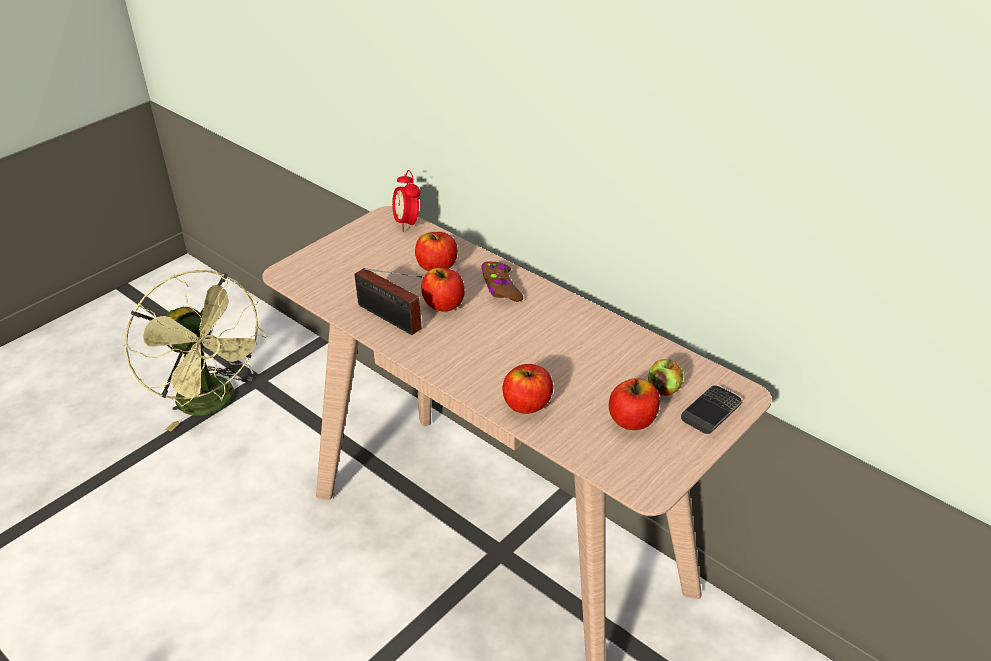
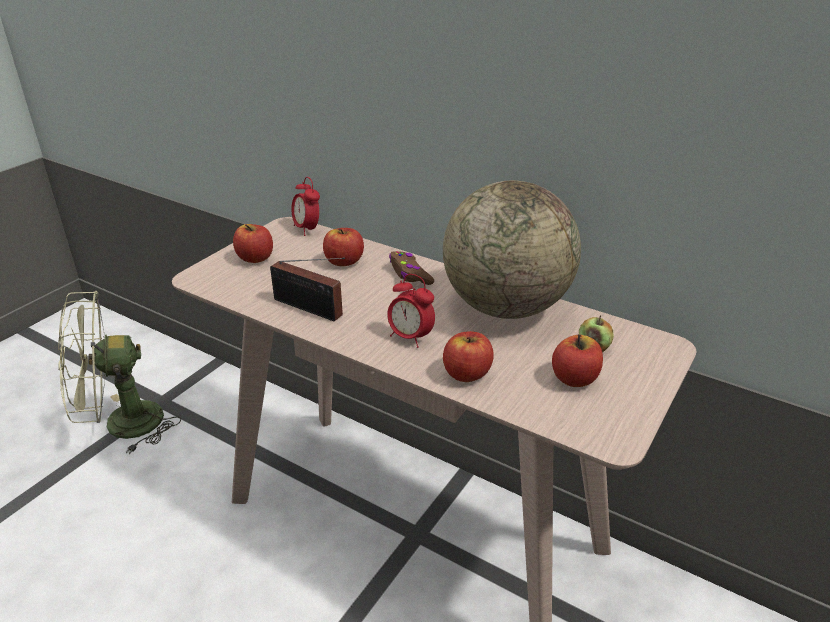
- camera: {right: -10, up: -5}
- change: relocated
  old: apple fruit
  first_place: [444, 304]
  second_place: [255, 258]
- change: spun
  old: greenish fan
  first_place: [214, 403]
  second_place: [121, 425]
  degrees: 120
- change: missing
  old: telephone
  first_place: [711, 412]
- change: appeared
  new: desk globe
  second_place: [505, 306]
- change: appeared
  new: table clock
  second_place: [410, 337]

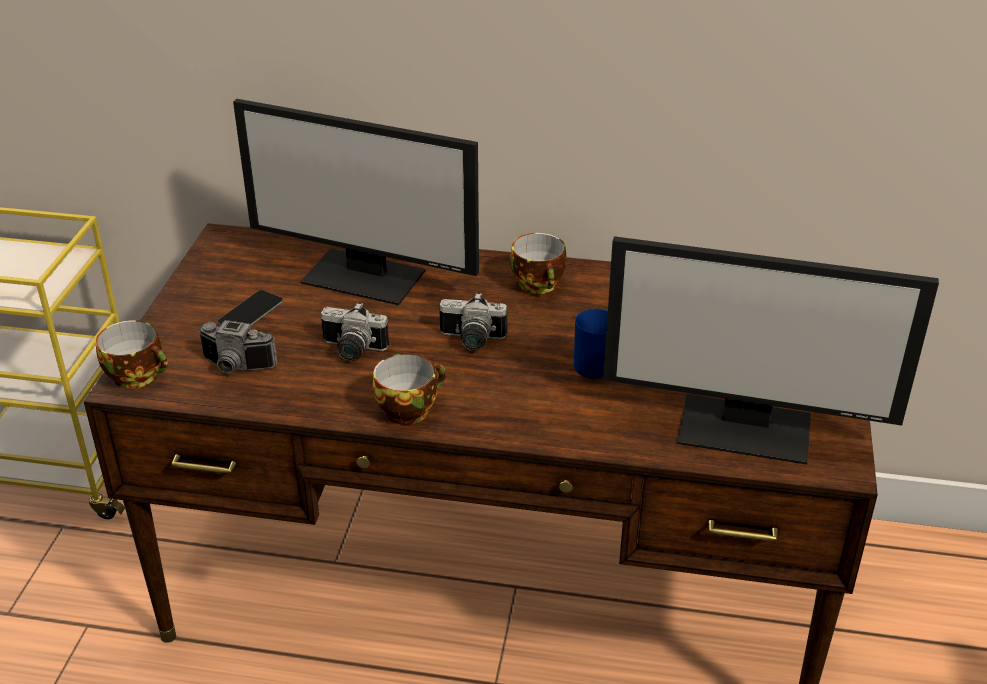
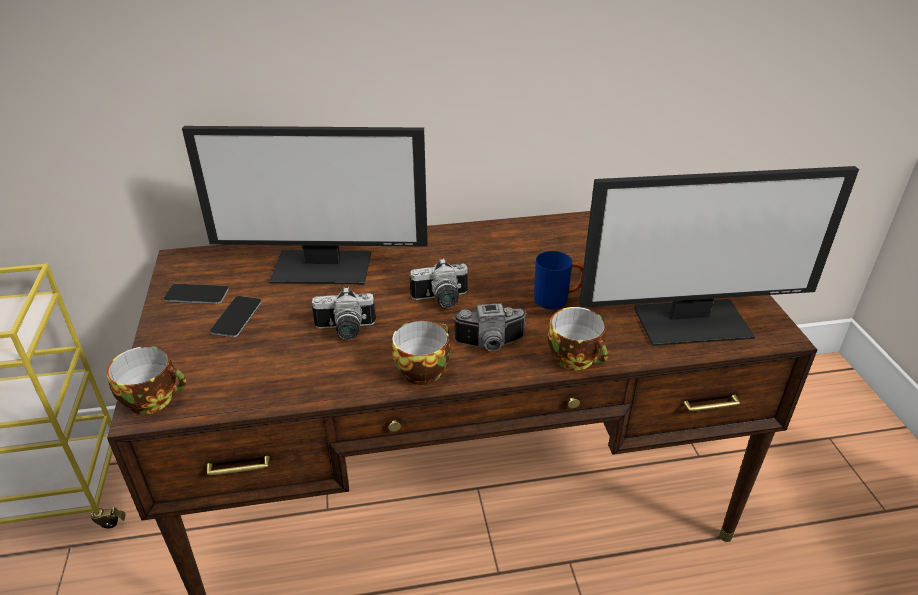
- camera: {right: -20, up: 0}
- change: relocated
  old: drinking cup
  first_place: [540, 285]
  second_place: [577, 358]
- change: relocated
  old: still camera
  first_place: [235, 367]
  second_place: [490, 345]
- change: appeared
  new: telephone
  second_place: [196, 294]

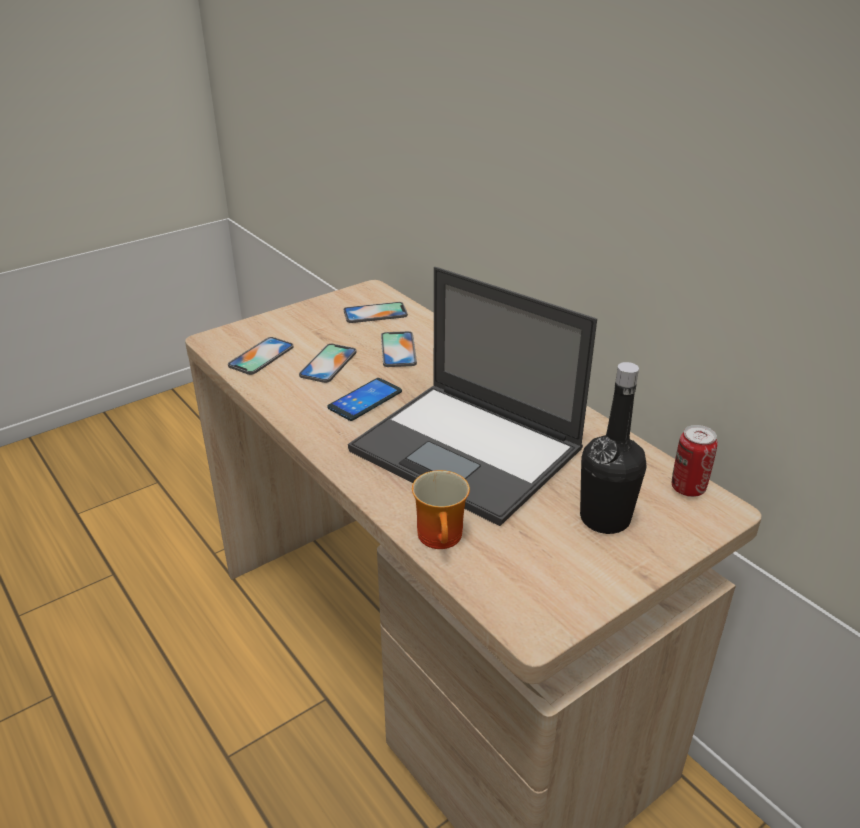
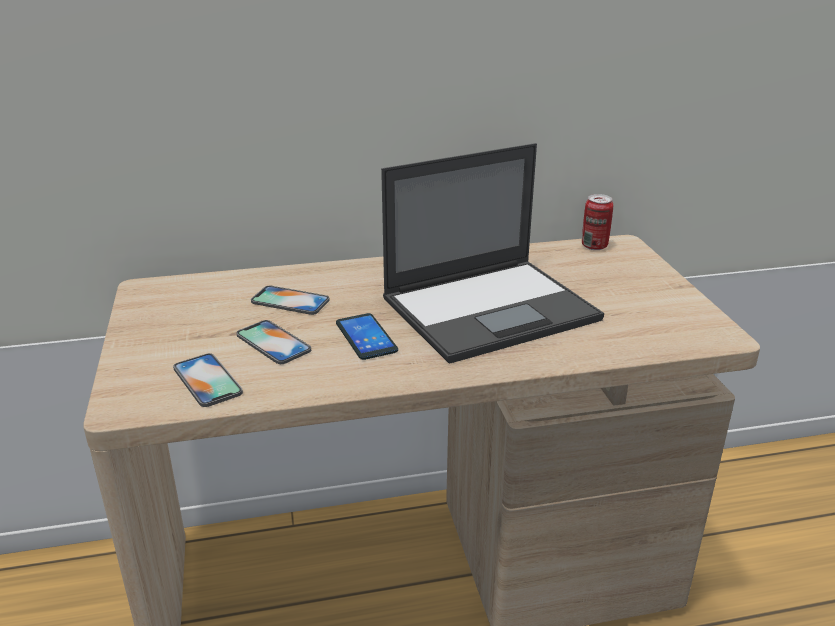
- camera: {right: -65, up: -5}
- change: missing
  old: telephone
  first_place: [375, 313]
- change: missing
  old: black bottle
  first_place: [605, 518]
- change: missing
  old: tea mug
  first_place: [444, 538]

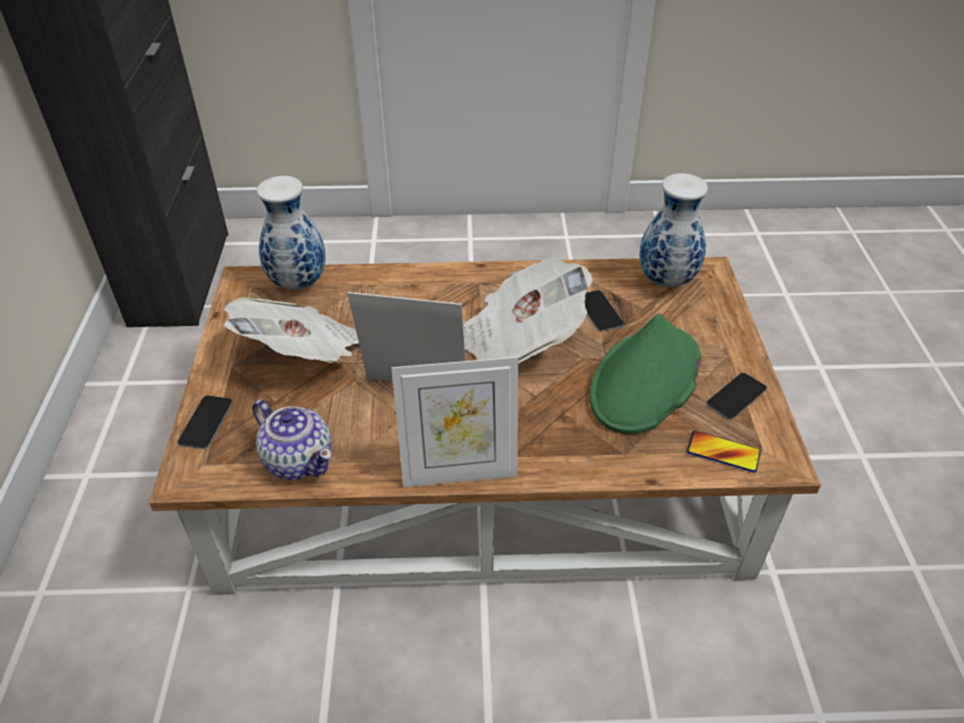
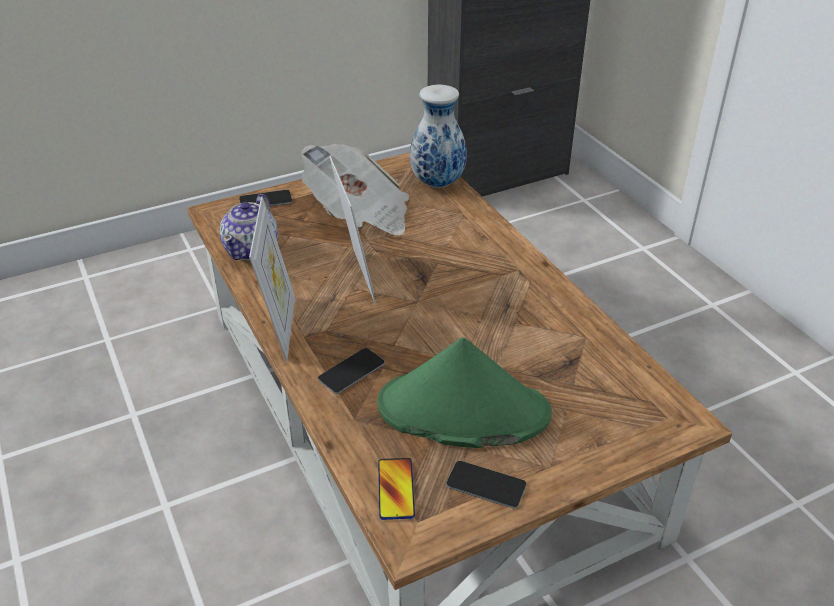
- camera: {right: 65, up: -5}
- change: missing
  old: vase
  first_place: [665, 280]
- change: missing
  old: newspaper
  first_place: [520, 339]
- change: relocated
  old: telephone
  first_place: [599, 311]
  second_place: [351, 371]
- change: spun
  old: photo frame
  first_place: [459, 472]
  second_place: [280, 328]
  degrees: -150

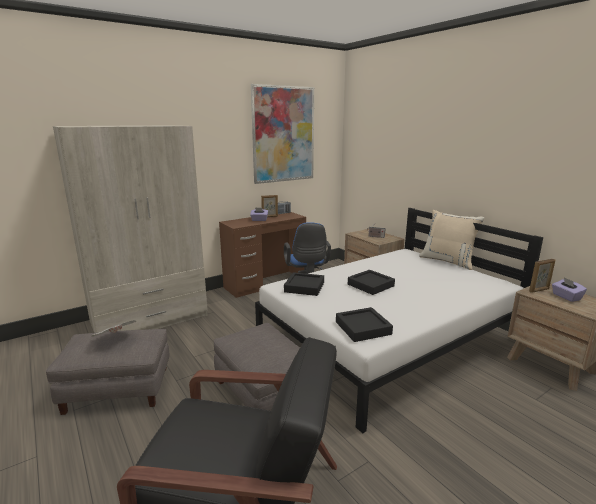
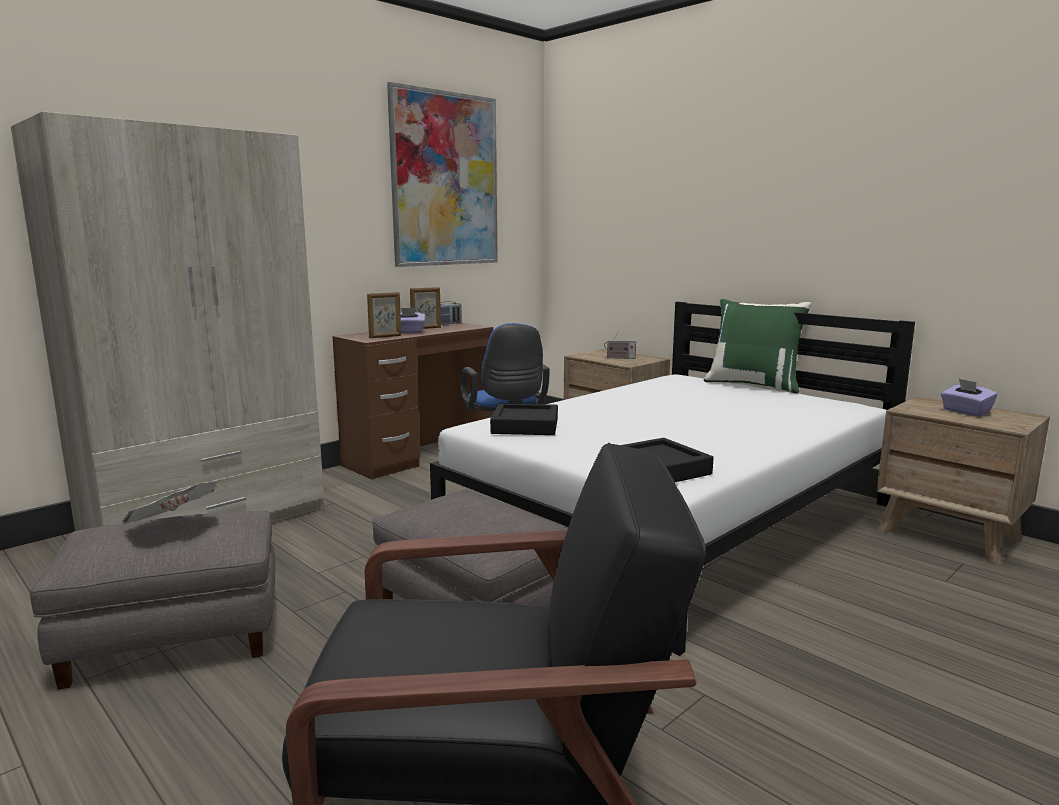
- camera: {right: -10, up: -5}
- change: colour
  old: sand-coloured throw pillow
  new: greenish throw pillow
  first_place: [448, 261]
  second_place: [754, 385]
- change: relocated
  old: photo frame
  first_place: [539, 290]
  second_place: [385, 336]
- change: missing
  old: black tray
  first_place: [370, 285]

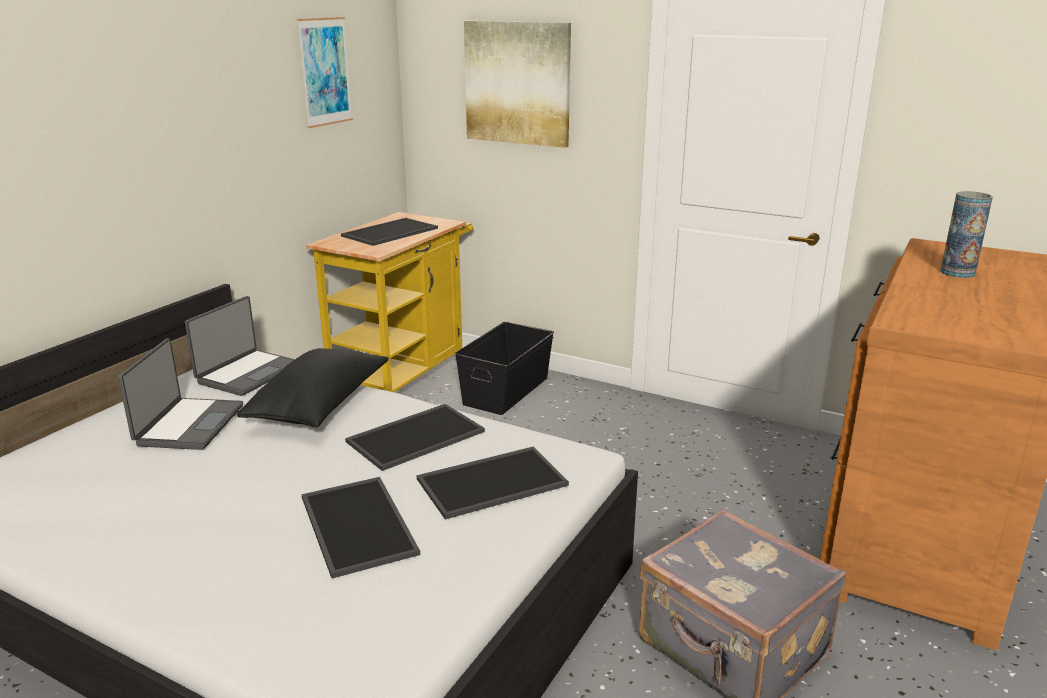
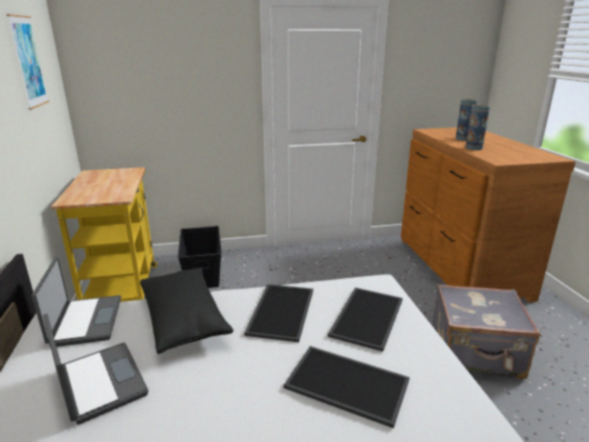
- camera: {right: -40, up: 0}
- change: missing
  old: wall picture
  first_place: [518, 83]
- change: missing
  old: tray
  first_place: [390, 232]
- change: appeared
  new: vase
  second_place: [474, 148]

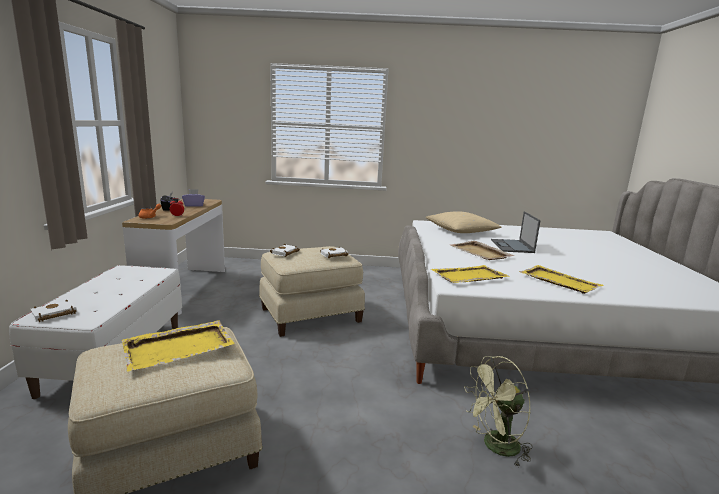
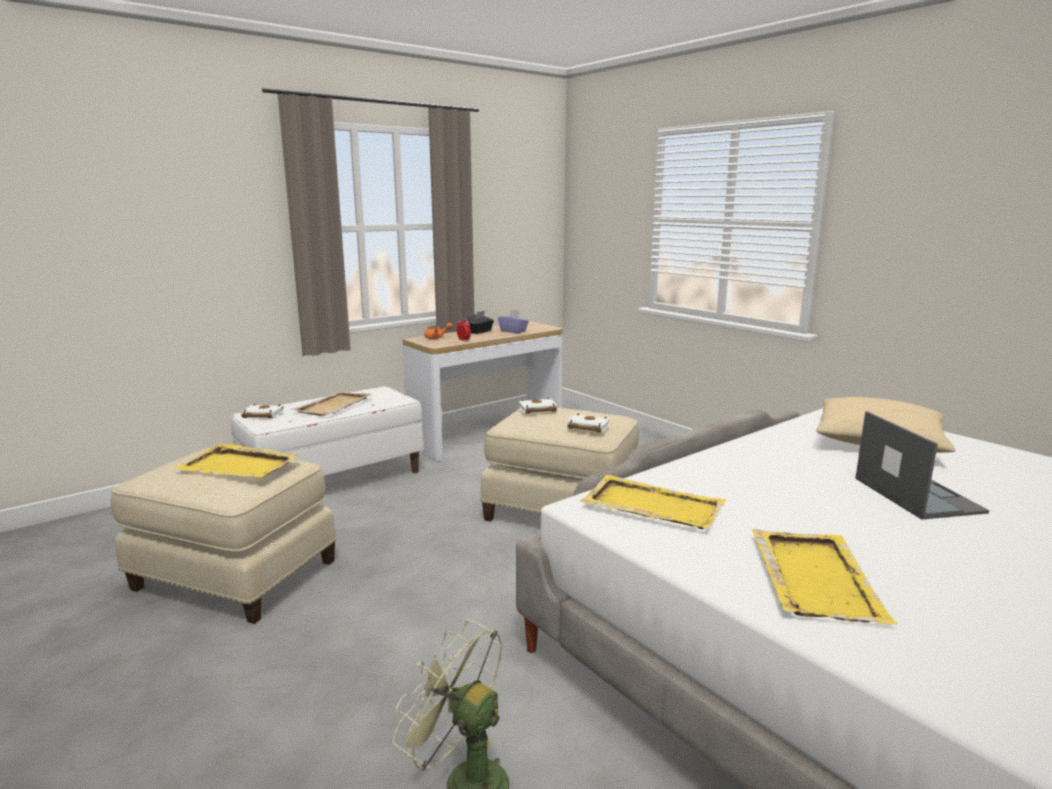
- camera: {right: 50, up: 0}
- change: spun
  old: notebook computer
  first_place: [512, 246]
  second_place: [916, 494]
  degrees: 120
- change: relocated
  old: sand-coloured tray
  first_place: [480, 252]
  second_place: [332, 406]

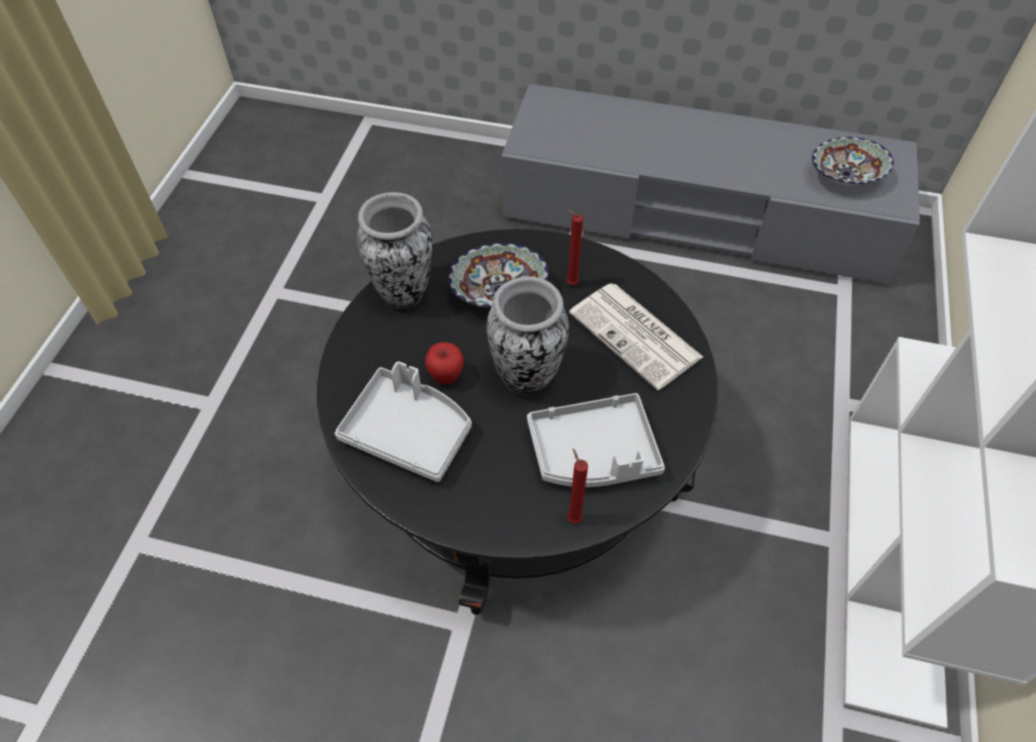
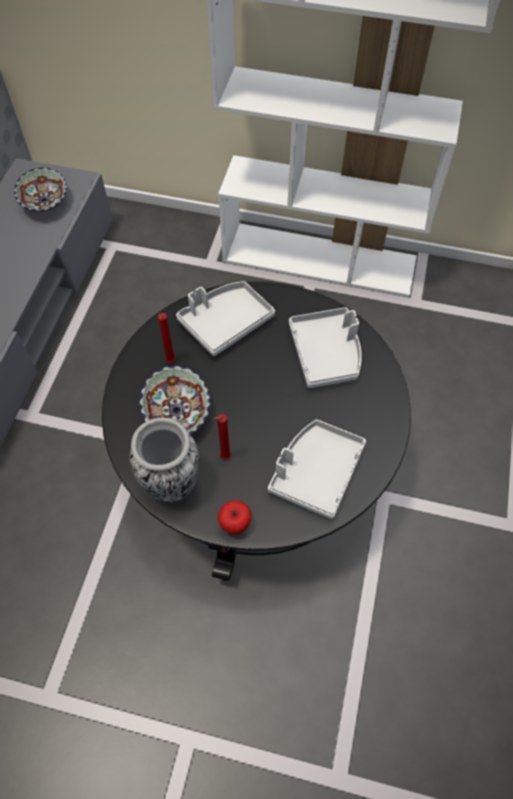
- camera: {right: -90, up: 5}
- change: missing
  old: vase
  first_place: [527, 378]
- change: exchanged
  old: newspaper
  new: grey tray
  first_place: [637, 336]
  second_place: [225, 322]
- change: relocated
  old: apple fruit
  first_place: [446, 376]
  second_place: [235, 524]
- change: relocated
  old: reddish wax light
  first_place: [573, 517]
  second_place: [223, 457]

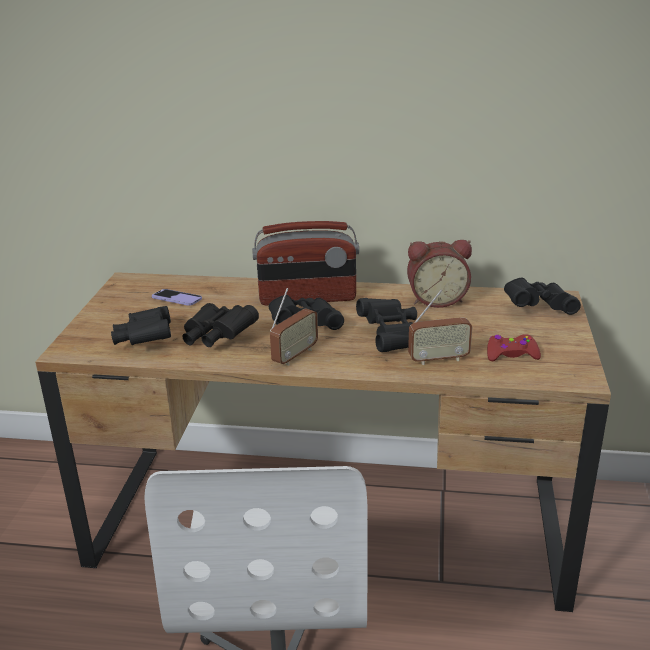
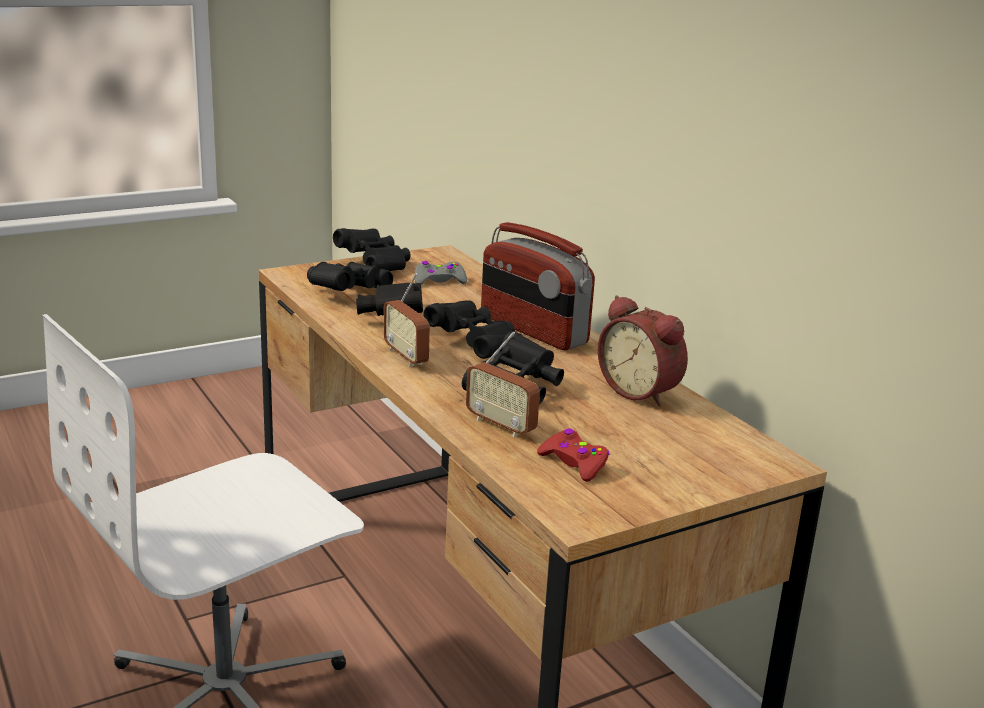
- camera: {right: 50, up: -5}
- change: relocated
  old: black binoculars
  first_place: [537, 307]
  second_place: [375, 264]
- change: spun
  old: radio set
  first_place: [294, 355]
  second_place: [406, 357]
  degrees: 60
- change: exchanged
  old: telephone
  new: grey game controller
  first_place: [177, 299]
  second_place: [439, 280]

